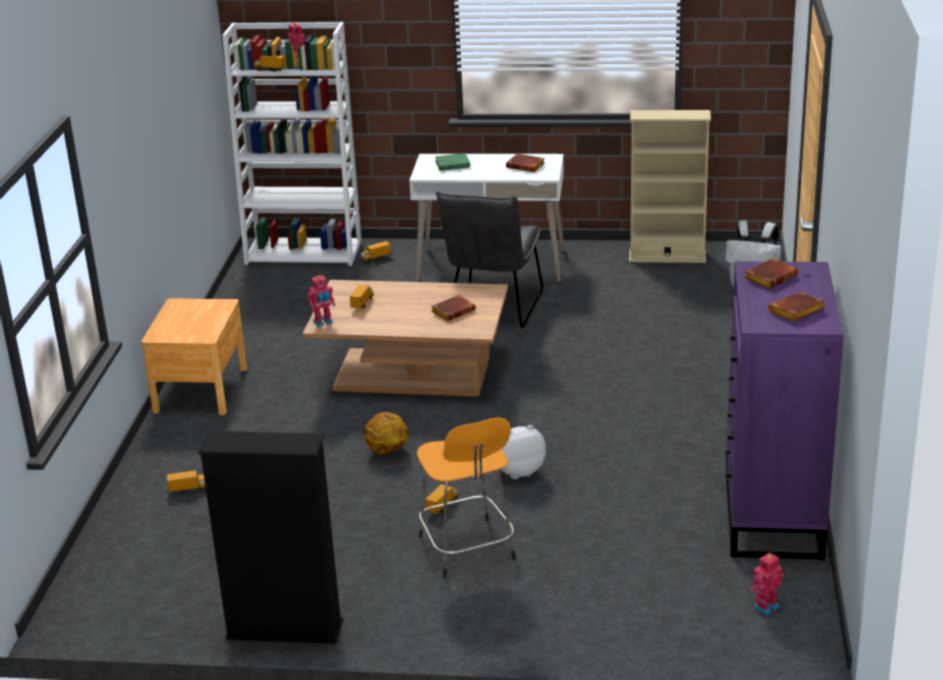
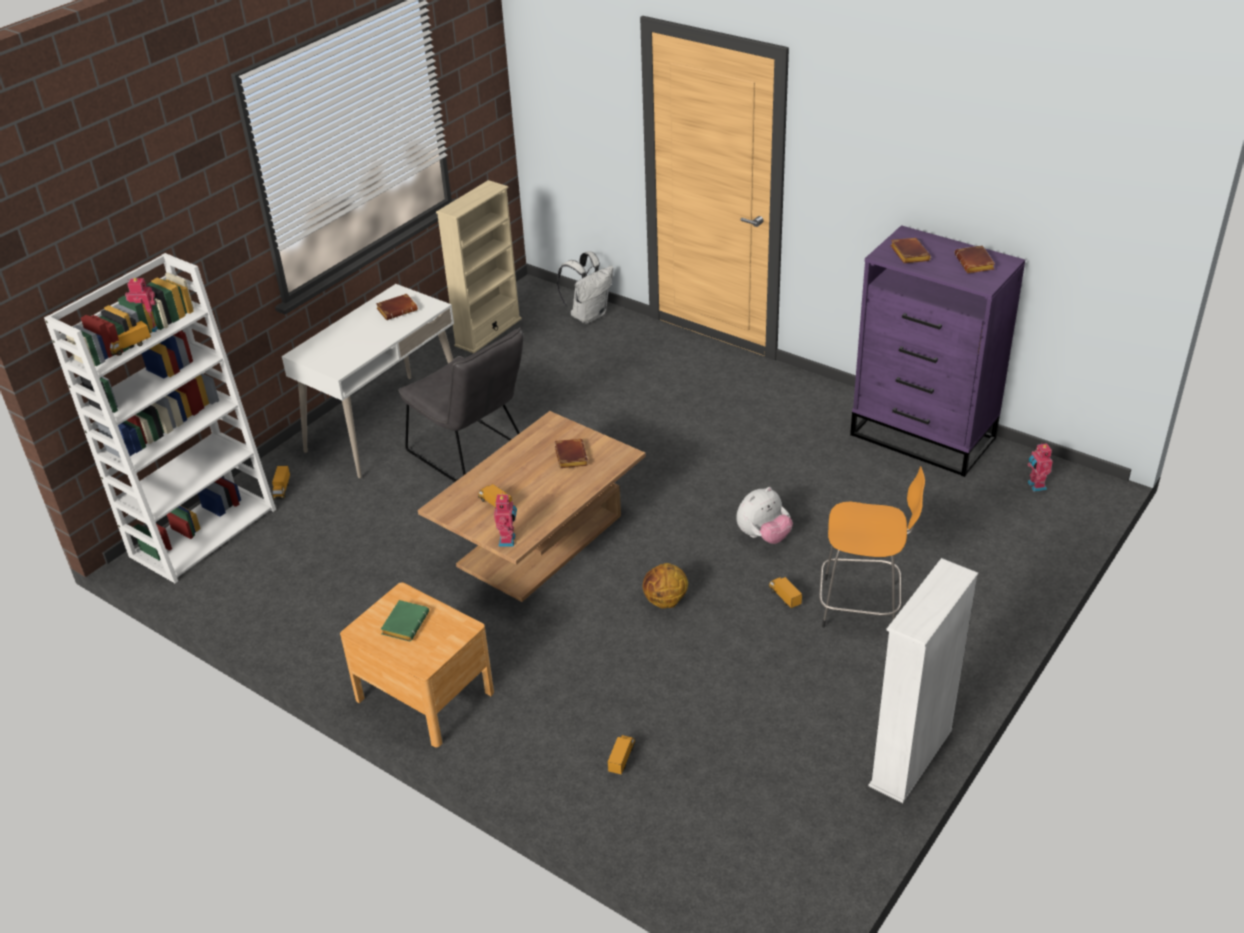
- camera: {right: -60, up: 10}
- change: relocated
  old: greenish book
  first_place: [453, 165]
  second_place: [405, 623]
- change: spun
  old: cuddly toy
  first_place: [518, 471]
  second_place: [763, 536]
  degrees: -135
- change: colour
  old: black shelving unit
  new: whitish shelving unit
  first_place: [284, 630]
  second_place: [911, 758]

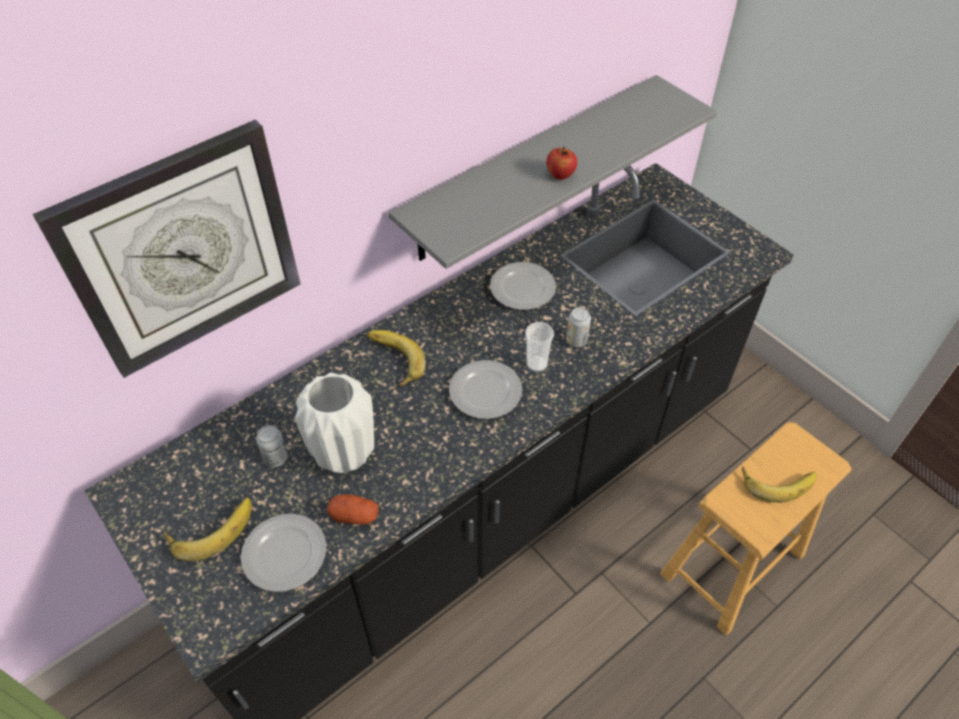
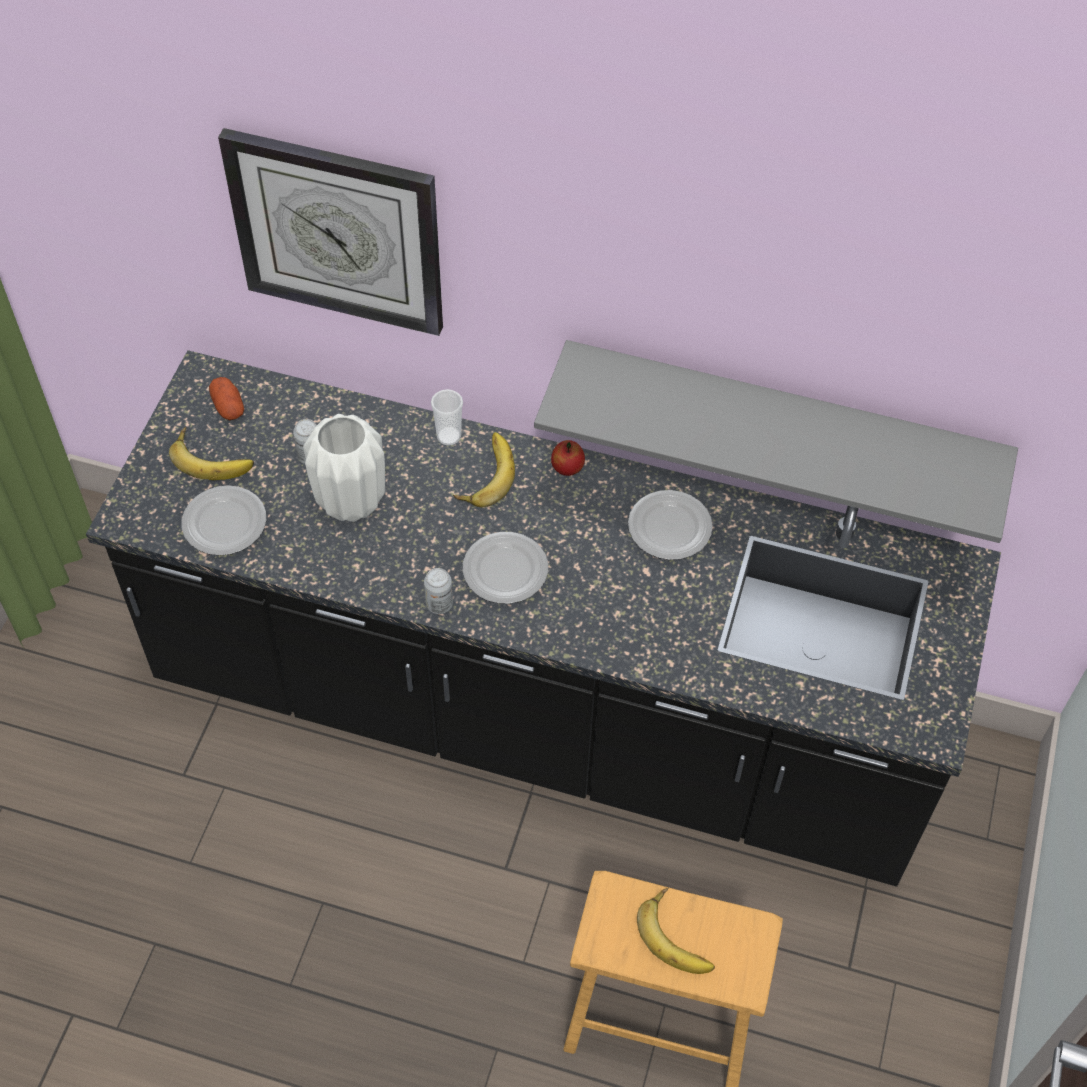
- camera: {right: 55, up: 5}
- change: relocated
  old: apple fruit
  first_place: [560, 175]
  second_place: [567, 469]
- change: relocated
  old: metal can
  first_place: [576, 340]
  second_place: [439, 604]
- change: relocated
  old: drinking cup
  first_place: [536, 364]
  second_place: [448, 436]
- change: relocated
  old: spud
  first_place: [354, 515]
  second_place: [228, 406]

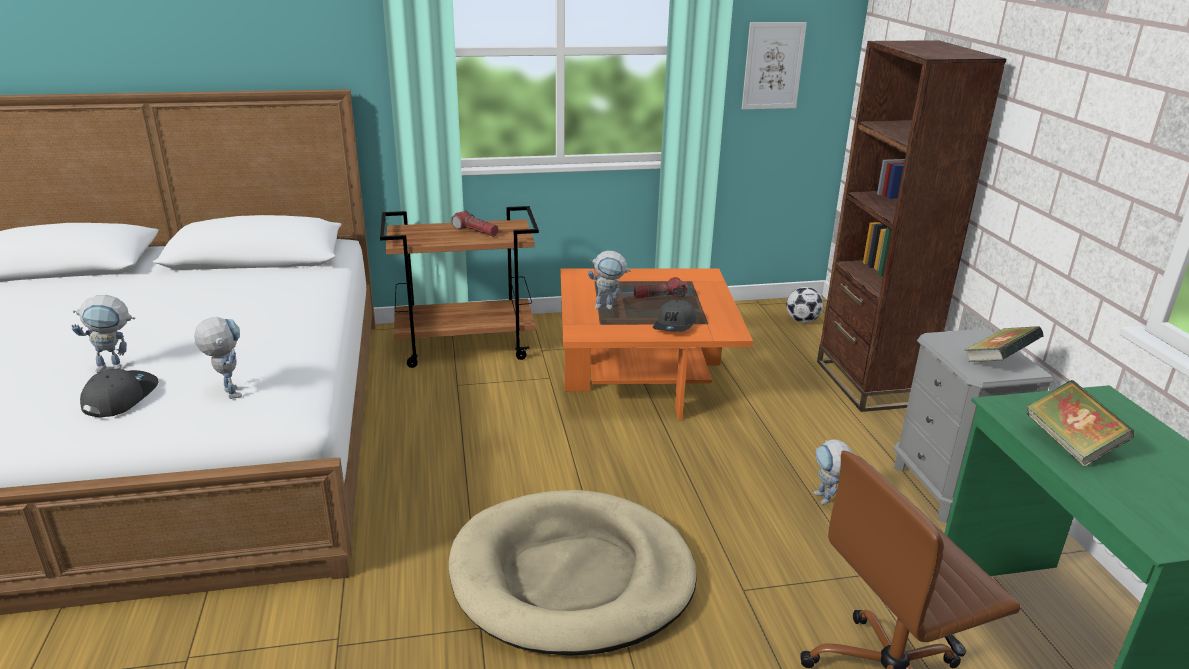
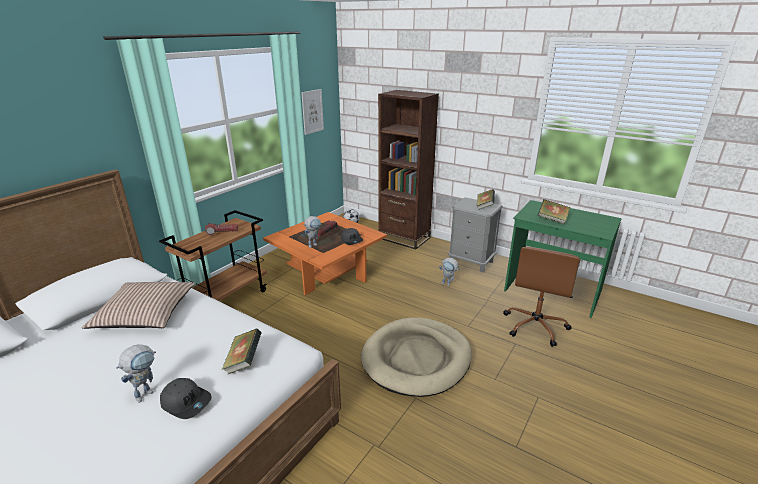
- camera: {right: -45, up: 0}
- change: exchanged
  old: model robot
  new: book
  first_place: [228, 391]
  second_place: [244, 361]
- change: spun
  old: grey baseball cap
  first_place: [120, 397]
  second_place: [186, 402]
  degrees: 150
- change: appeared
  new: throw pillow
  second_place: [145, 313]

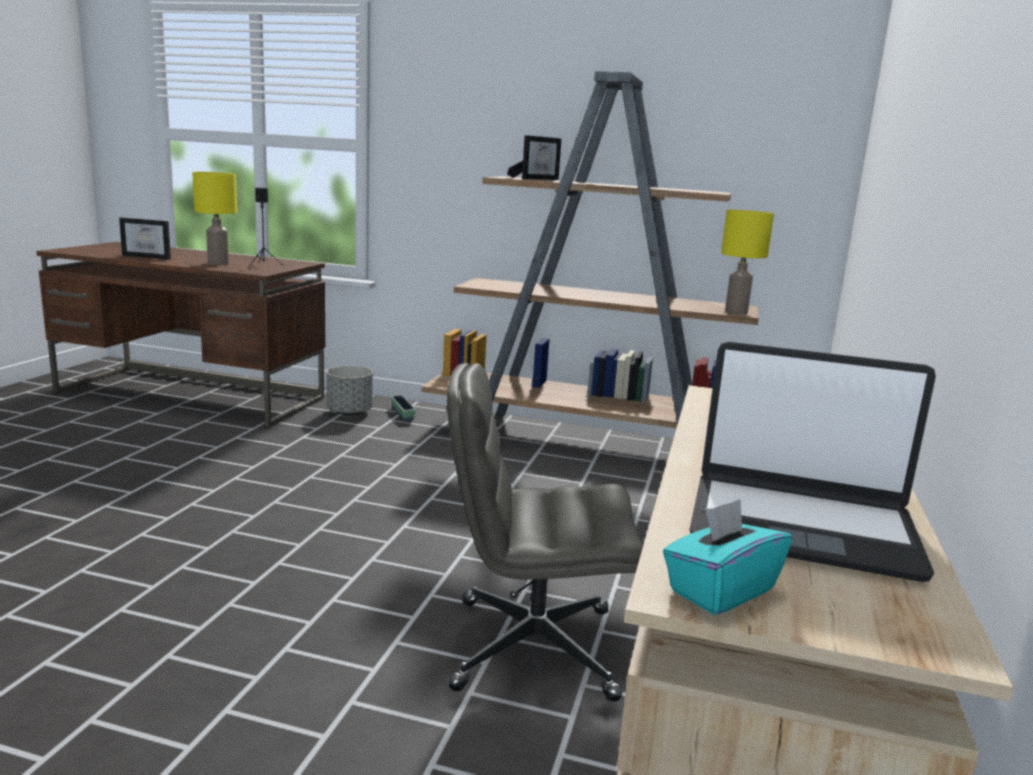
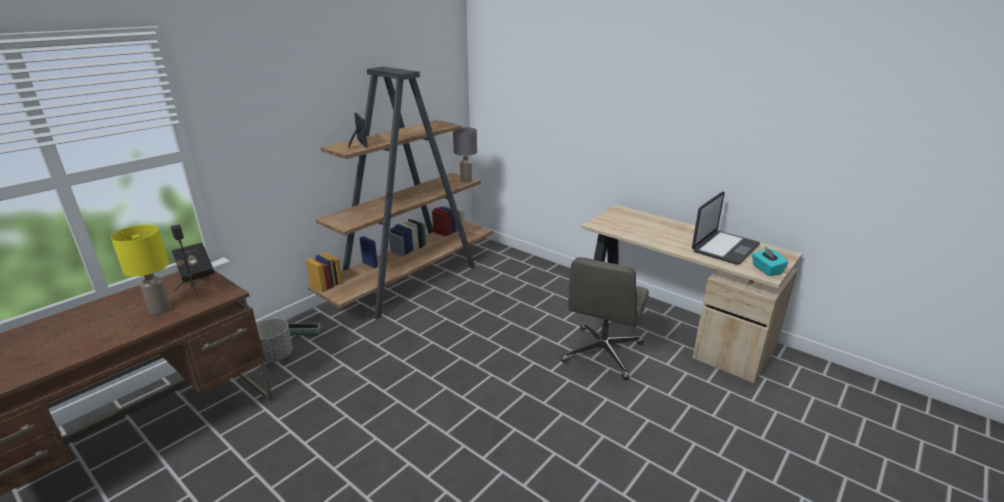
- camera: {right: -65, up: 10}
- change: colour
  old: yellow-coloured tabletop lamp
  new: grey tabletop lamp
  first_place: [735, 312]
  second_place: [466, 181]
- change: missing
  old: photo frame
  first_place: [150, 257]
- change: appeared
  new: black book
  second_place: [196, 271]

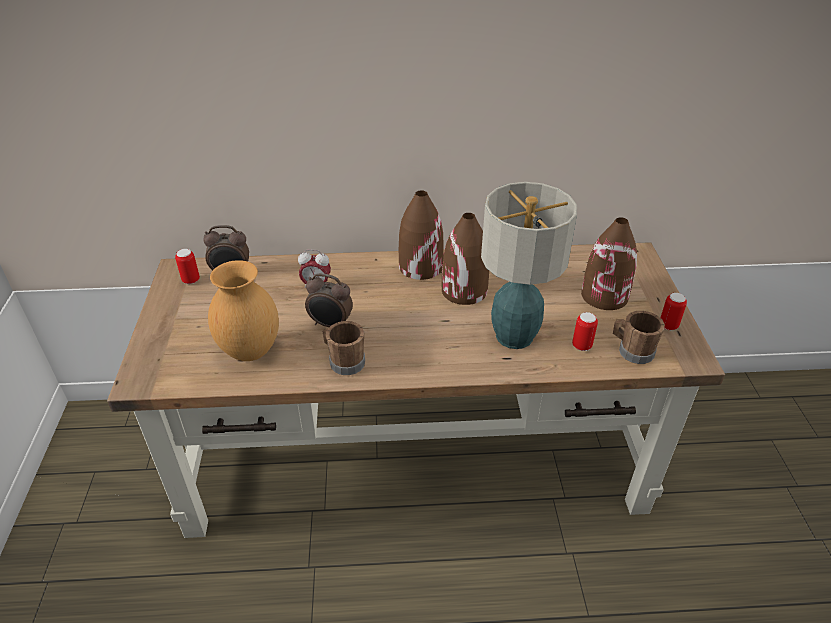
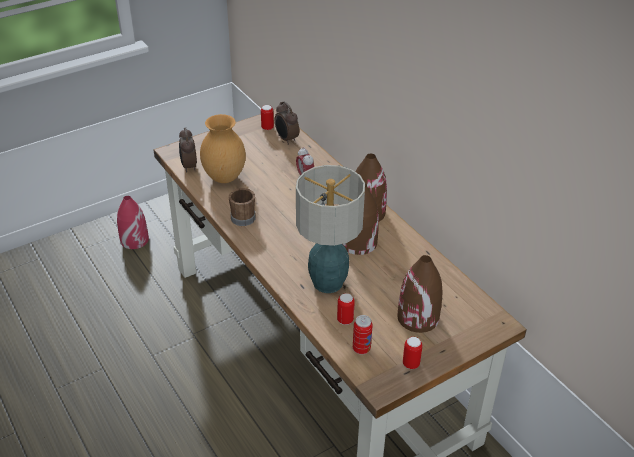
- camera: {right: 60, up: 0}
- change: relocated
  old: table clock
  first_place: [330, 325]
  second_place: [189, 166]
- change: exchanged
  old: brown-coloured tea mug
  new: metal can
  first_place: [632, 351]
  second_place: [361, 349]
- change: appeared
  new: reddish vase
  second_place: [134, 240]

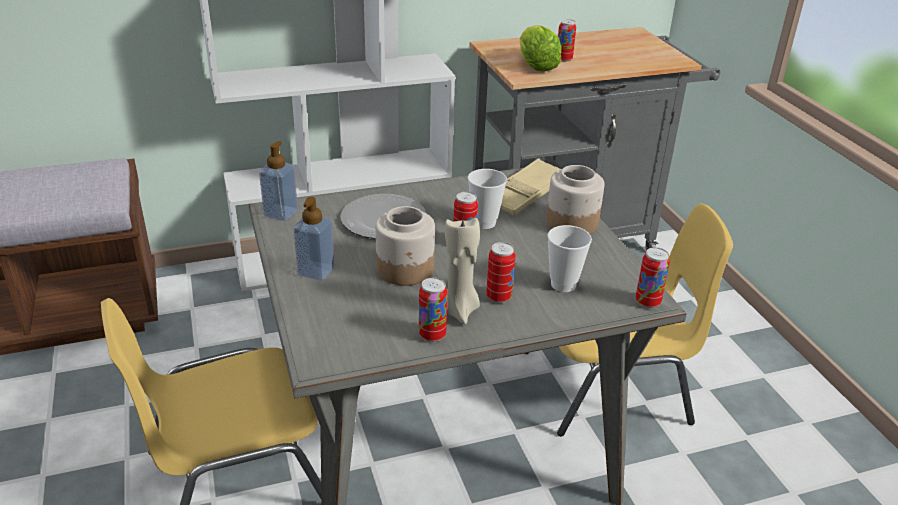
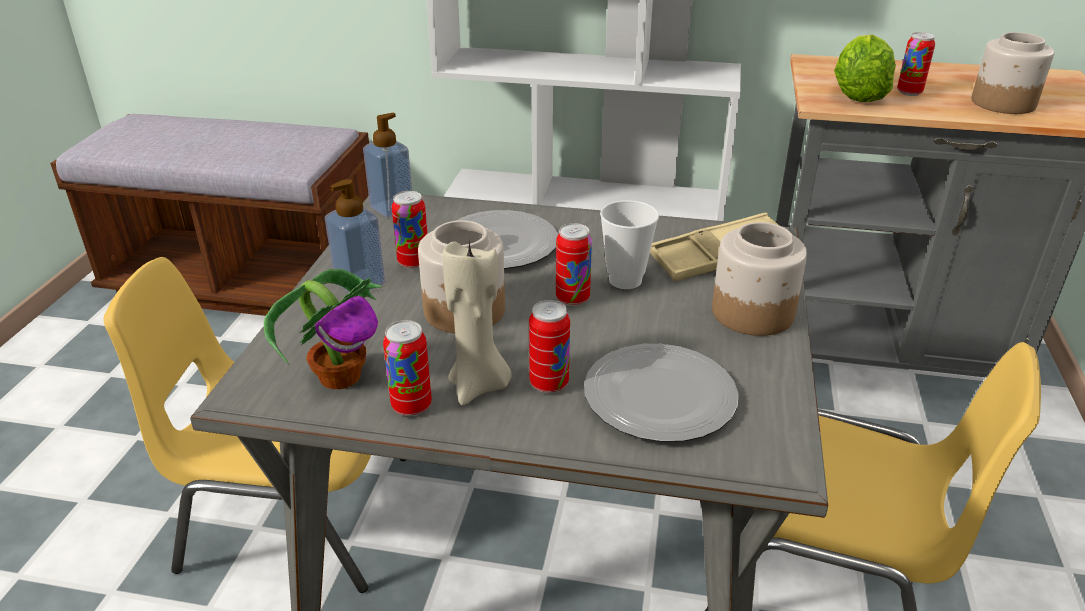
- camera: {right: 30, up: 0}
- change: exchanged
  old: drinking cup
  new: plate
  first_place: [563, 284]
  second_place: [658, 395]
- change: relocated
  old: metal can
  first_place: [647, 302]
  second_place: [413, 262]
- change: appeared
  new: preserve jar
  second_place: [1002, 103]
- change: appeared
  new: plant in a pot
  second_place: [340, 375]

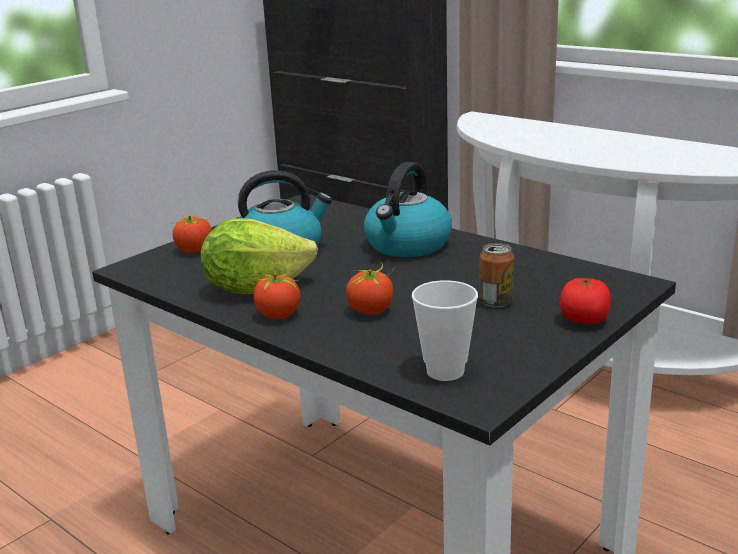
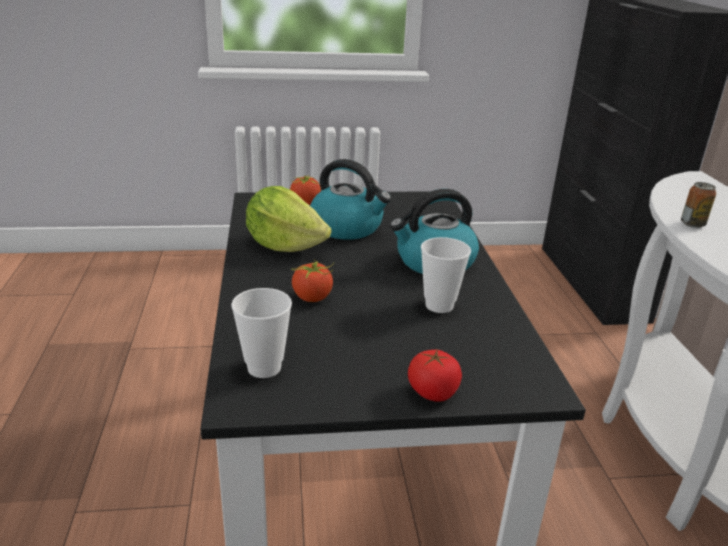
- camera: {right: 40, up: 5}
- change: relocated
  old: metal can
  first_place: [496, 302]
  second_place: [692, 224]
- change: missing
  old: whole tomato
  first_place: [278, 315]
- change: appeared
  new: drinking cup
  second_place: [439, 305]

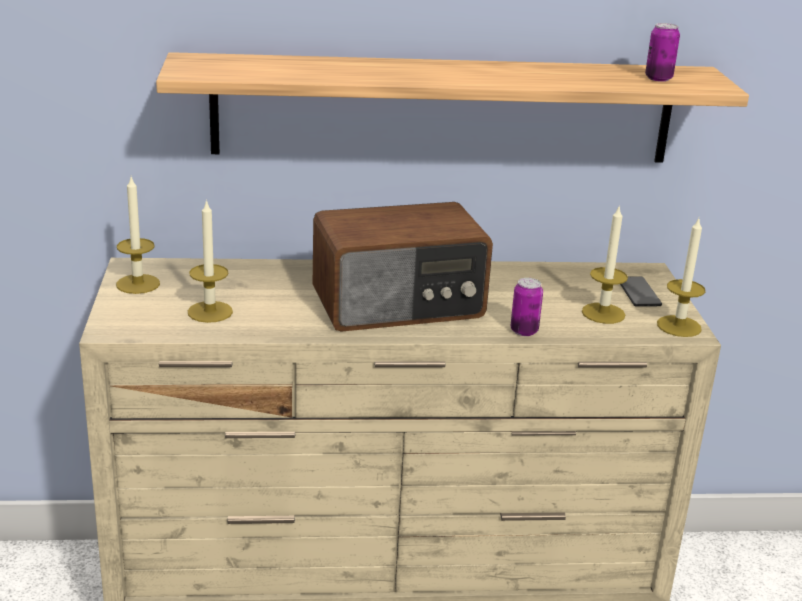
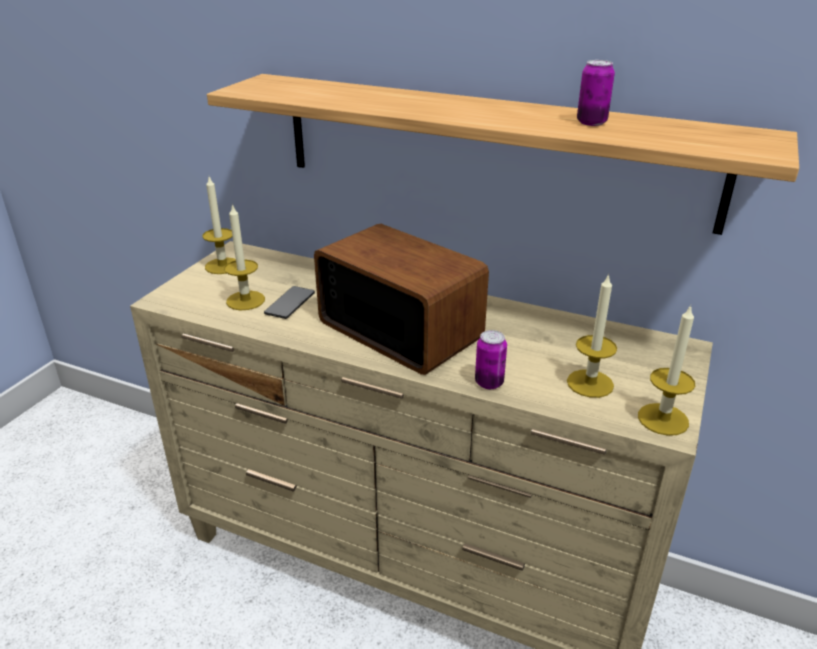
- camera: {right: 30, up: 5}
- change: relocated
  old: metal can
  first_place: [658, 78]
  second_place: [591, 122]
- change: spun
  old: radio set
  first_place: [399, 305]
  second_place: [401, 328]
  degrees: -150
- change: relocated
  old: telephone
  first_place: [638, 293]
  second_place: [290, 303]

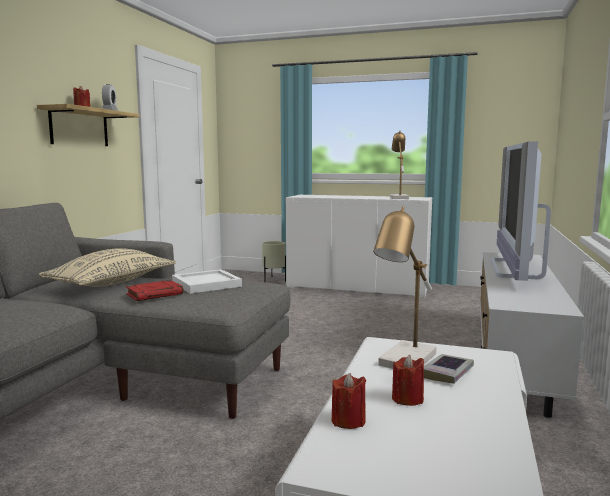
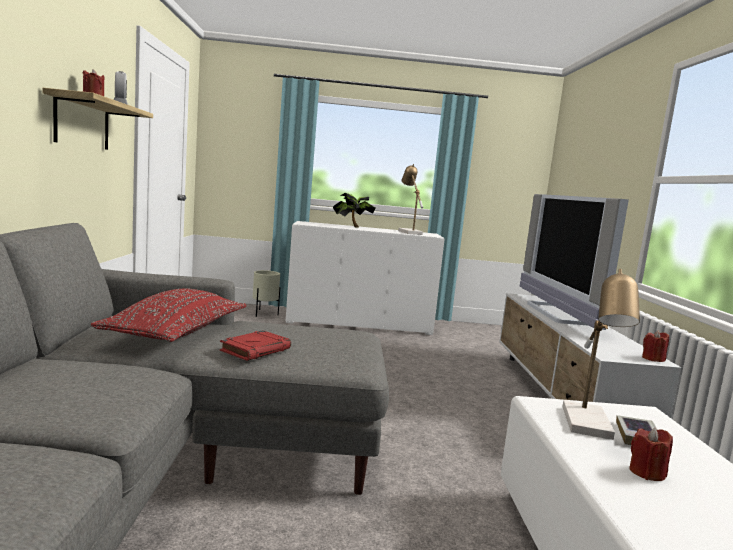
- camera: {right: -20, up: 0}
- change: colour
  old: sand-coloured throw pillow
  new: reddish throw pillow
  first_place: [112, 283]
  second_place: [177, 333]
- change: missing
  old: whitish tray
  first_place: [207, 284]
- change: relocated
  old: reddish wax light
  first_place: [348, 421]
  second_place: [653, 359]
- change: appeared
  new: plant in a pot
  second_place: [351, 226]

